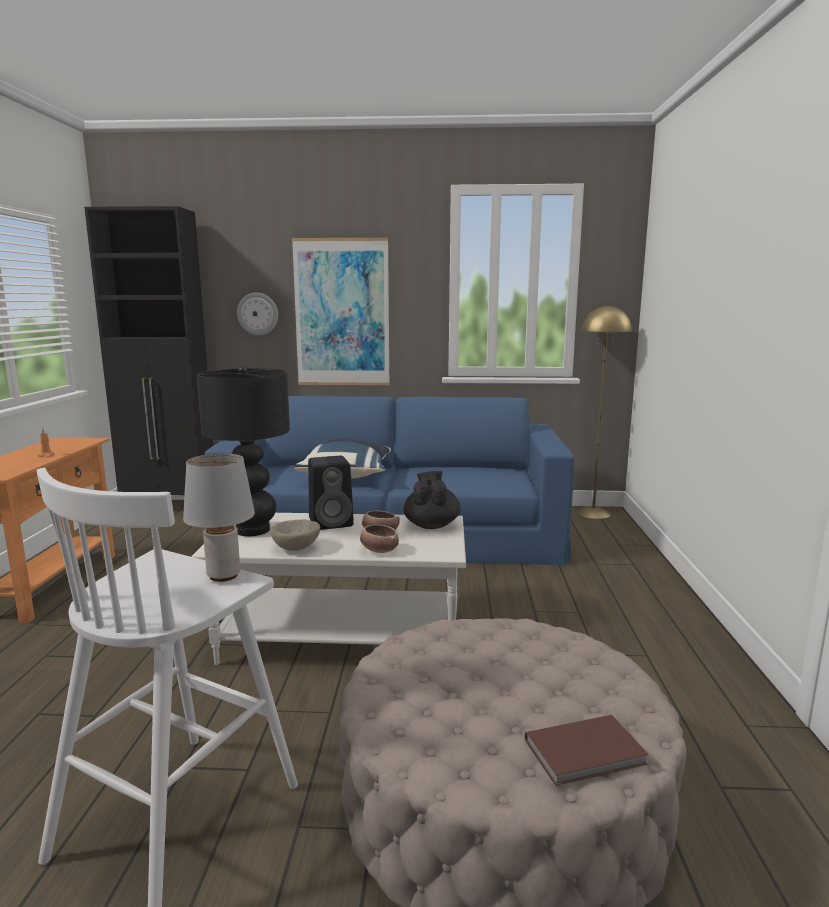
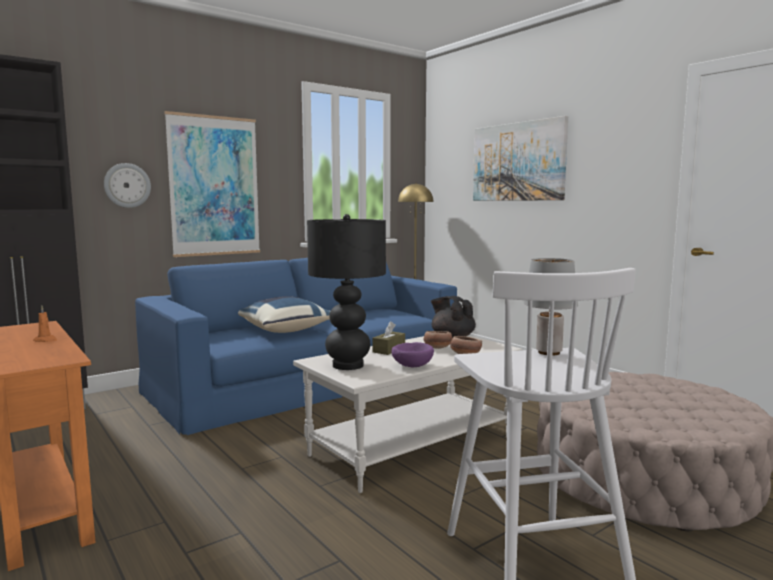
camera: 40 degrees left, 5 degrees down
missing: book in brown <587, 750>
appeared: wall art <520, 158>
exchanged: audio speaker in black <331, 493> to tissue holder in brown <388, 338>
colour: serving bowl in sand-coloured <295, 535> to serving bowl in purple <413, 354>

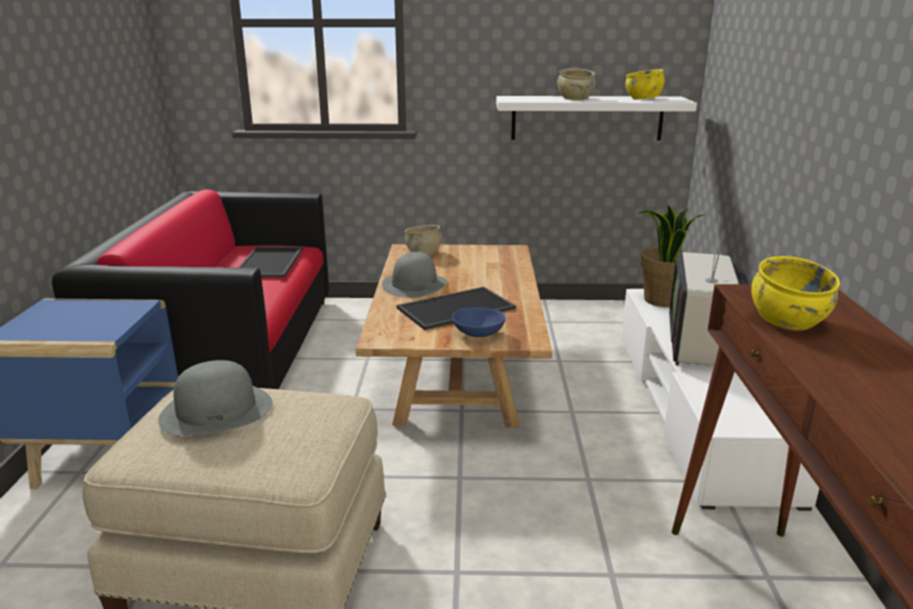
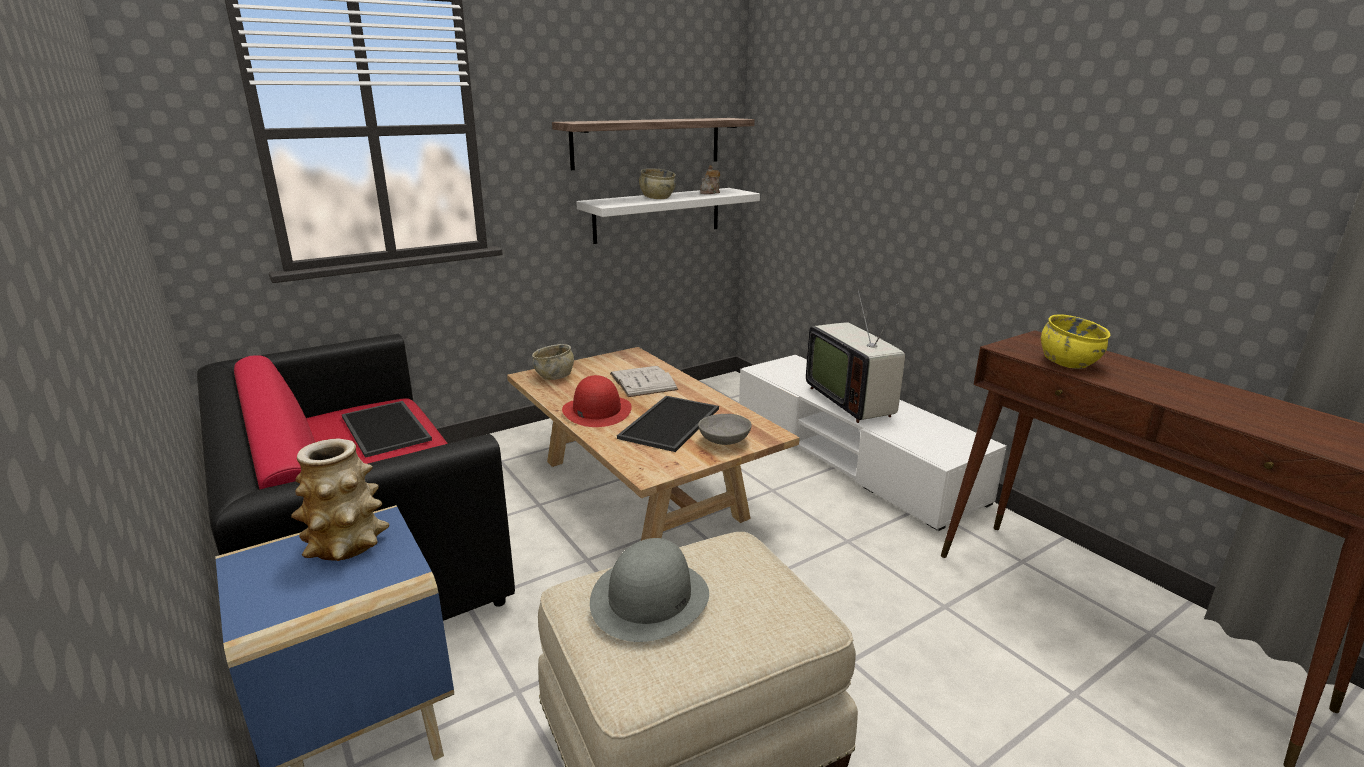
camera: 35 degrees left, 0 degrees up
missing: potted plant <672, 256>
appeared: shelf <653, 144>; book in white <644, 381>; decorative vase <340, 499>
exchanged: serving bowl in yellow <645, 84> to tea pot <710, 179>
colour: hat in grey <414, 275> to hat in red-coloured <597, 401>; serving bowl in blue <479, 322> to serving bowl in grey <725, 429>

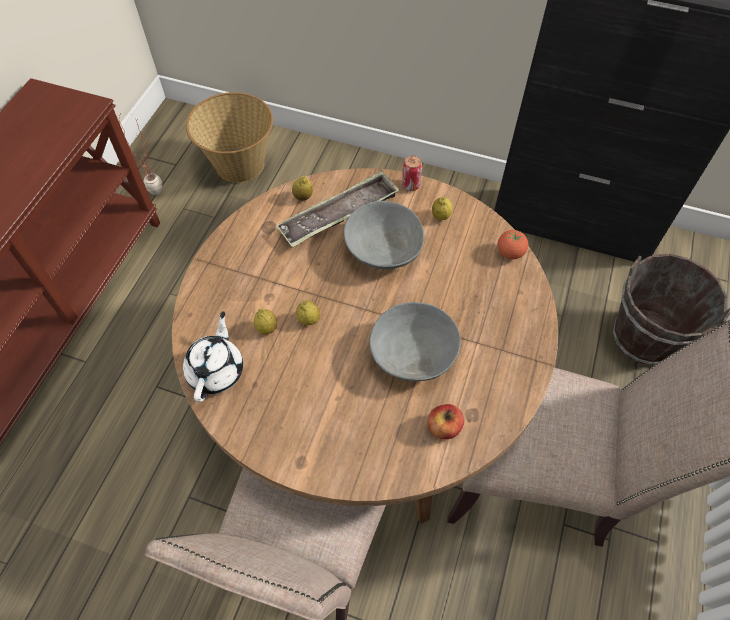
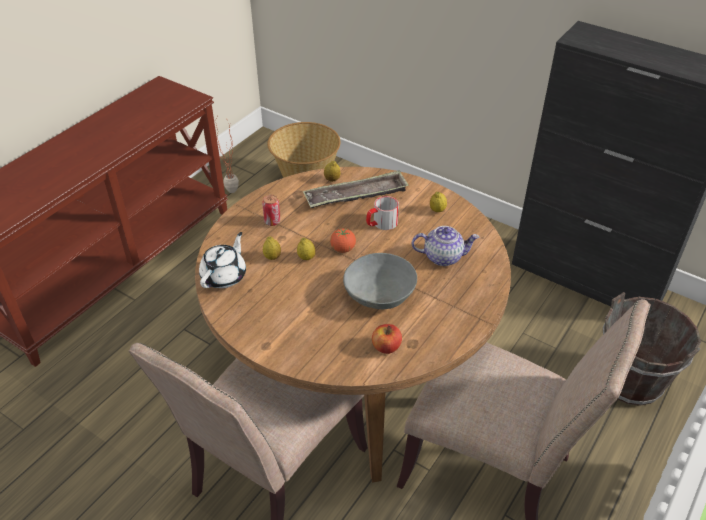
camera: 15 degrees right, 15 degrees down
appeared: tea pot <445, 246>
relocated: can <412, 173> to <271, 210>; whole tomato <512, 244> to <343, 241>
exchanged: serving bowl in grey <384, 235> to tea mug <382, 213>

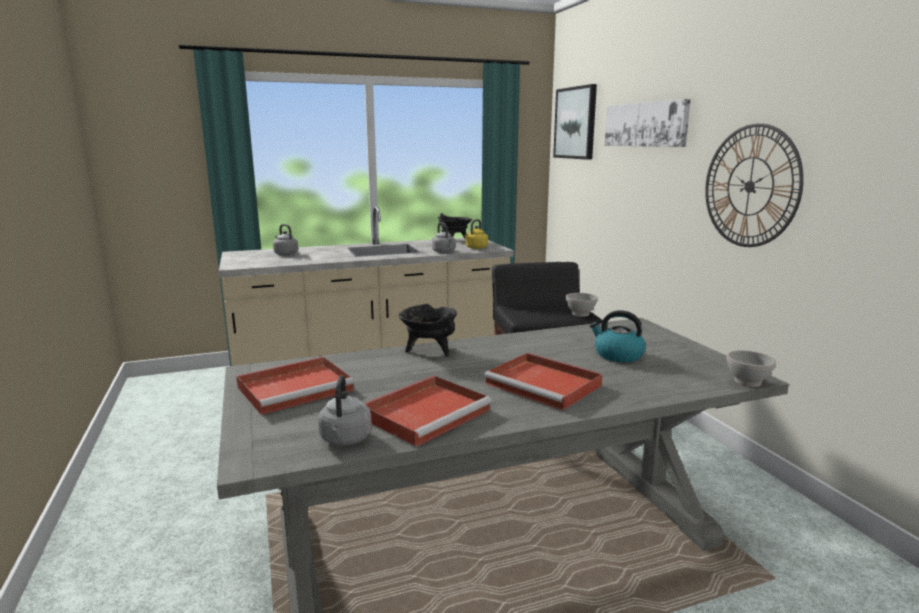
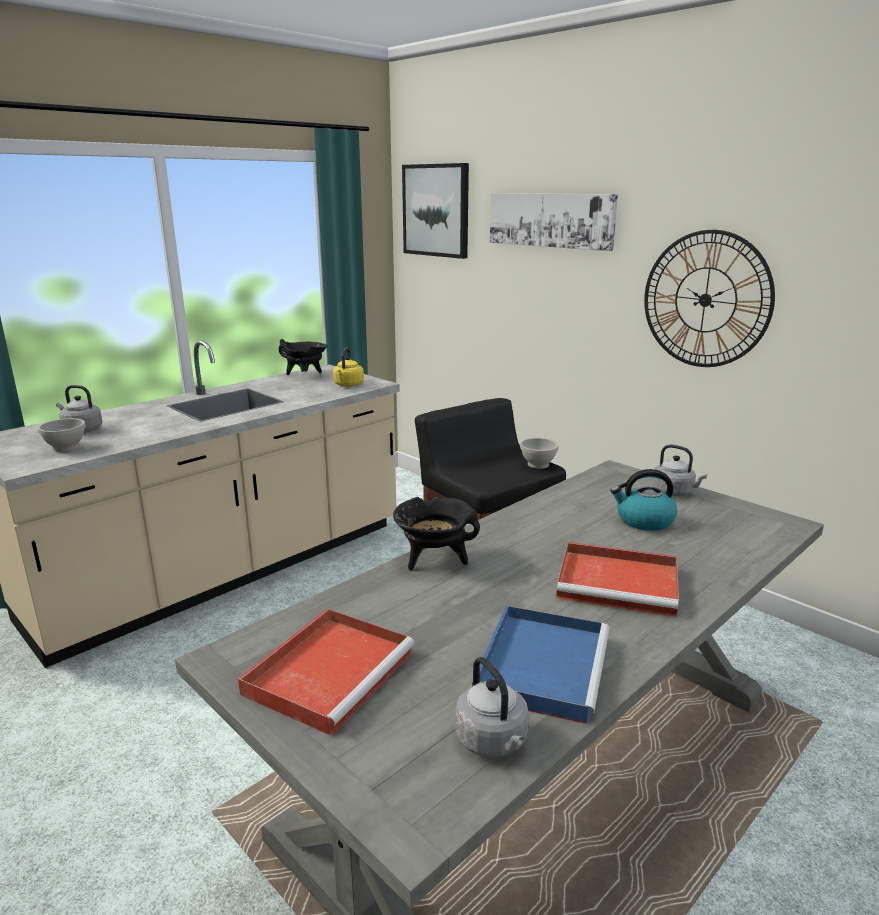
camera: 25 degrees left, 5 degrees up
relocated: water kettle in grey <443, 237> to <679, 470>; serving bowl in white <751, 368> to <62, 435>
colour: tray in red-coloured <428, 411> to tray in blue <541, 665>

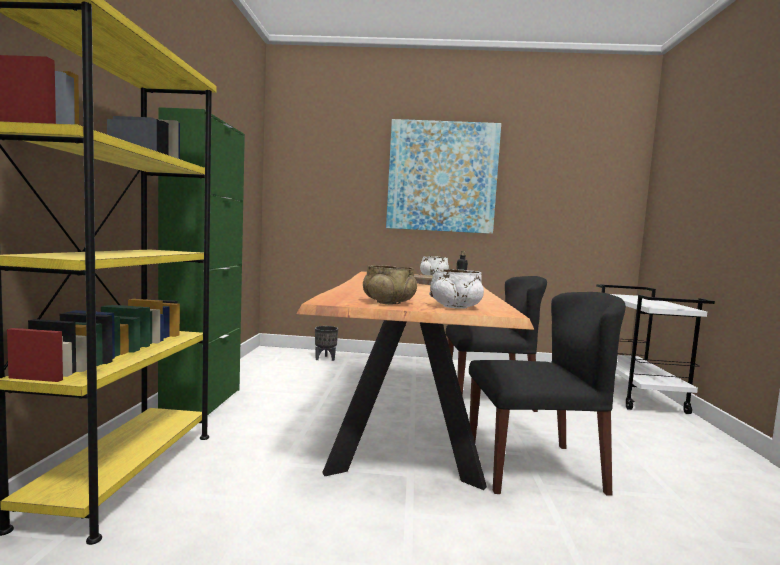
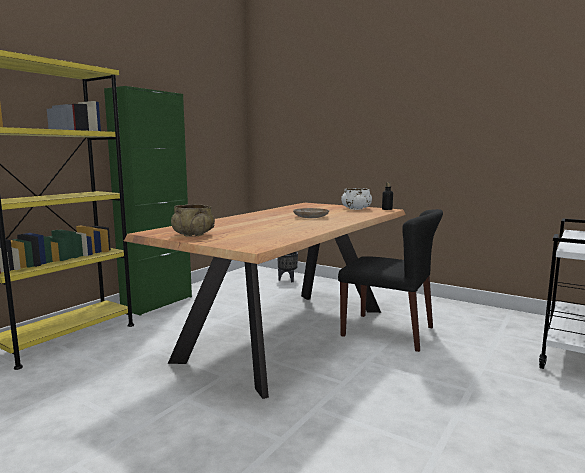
camera: 30 degrees right, 5 degrees up
missing: wall art <443, 176>; serving bowl in white <456, 289>; plain chair in black <547, 394>

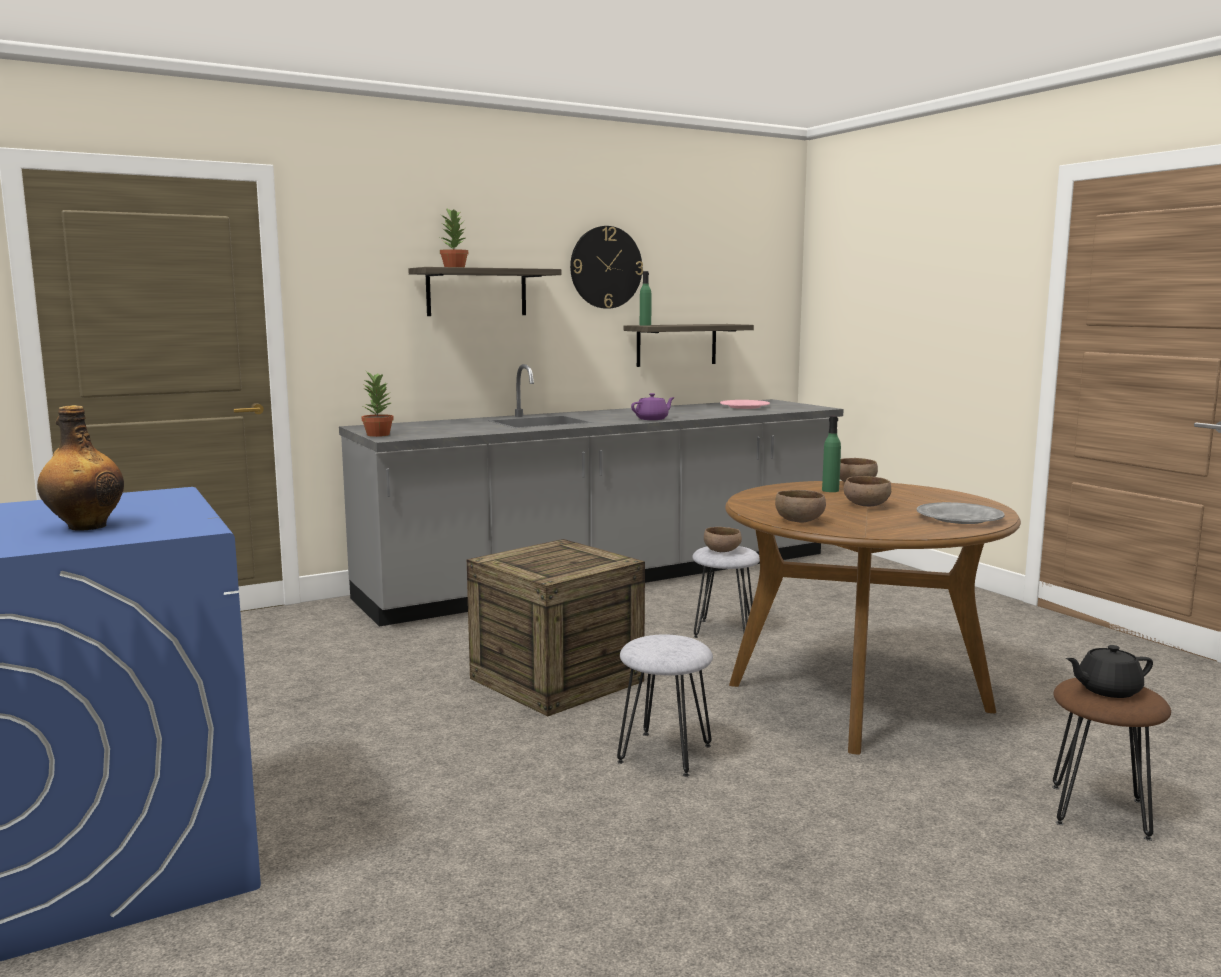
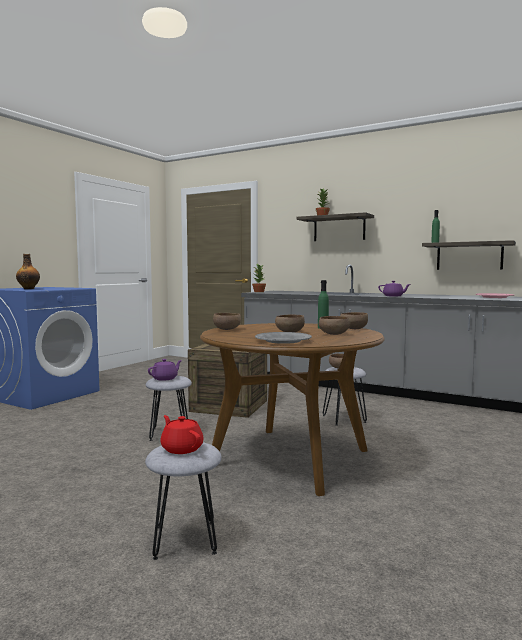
camera: 60 degrees right, 5 degrees down
missing: clock on the wall <606, 267>
appeared: serving bowl in brown <334, 325>; tea pot in purple <165, 370>
colour: tea pot in black <1109, 671> to tea pot in red-coloured <182, 434>; sitting stool in brown <1111, 759> to sitting stool in grey <183, 501>

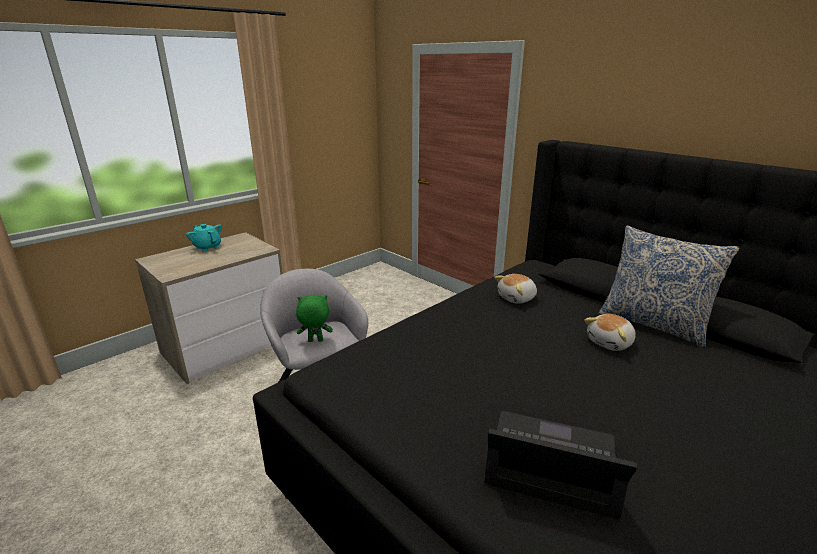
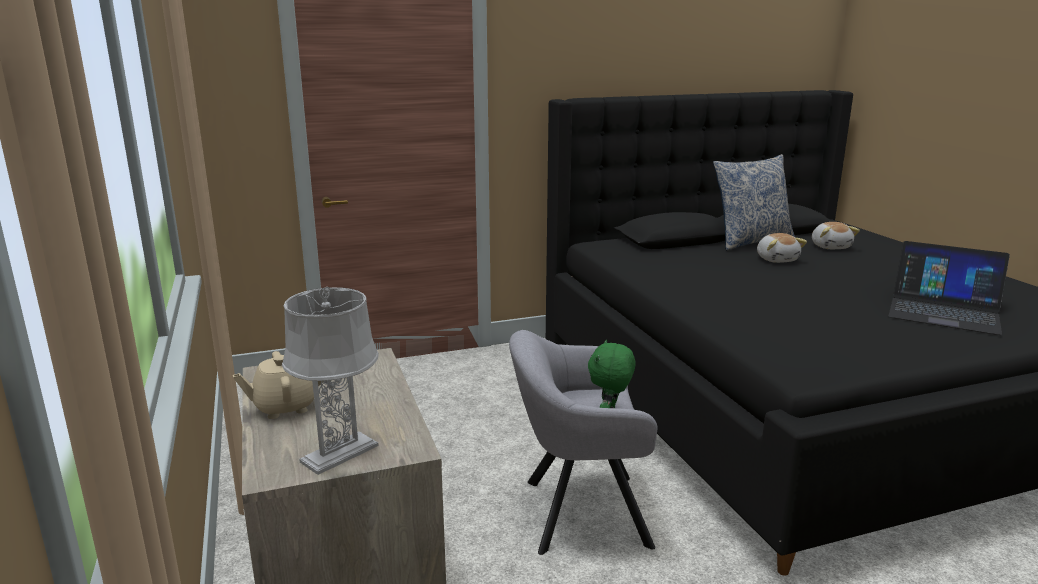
camera: 65 degrees left, 5 degrees down
appeared: tabletop lamp in grey <330, 381>
relocated: soft toy <515, 289> to <836, 235>
colour: tea pot in turquoise <204, 238> to tea pot in sand-coloured <278, 385>
spun: laptop <560, 465> = <949, 288> 105 degrees counterclockwise

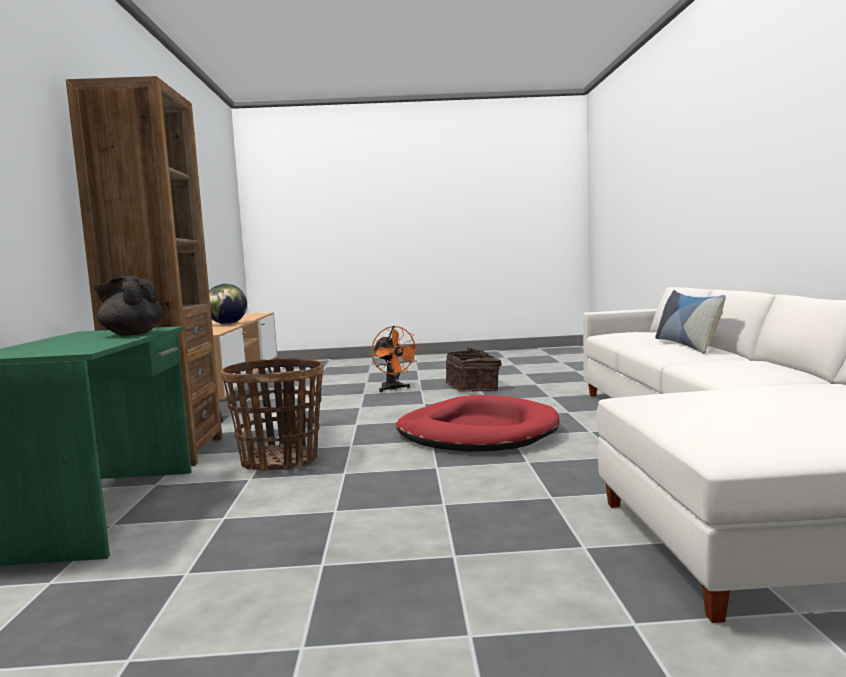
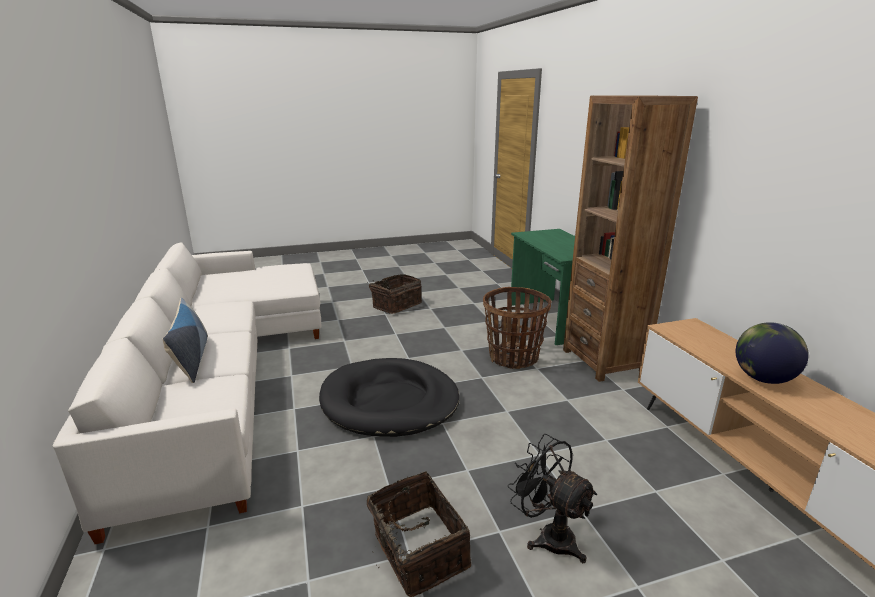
camera: 165 degrees right, 15 degrees up
missing: tea pot in black <128, 306>
appeared: household basket <395, 294>
colour: cooling fan in orangey <395, 359> to cooling fan in black <552, 498>; dog cushion in red-coloured <477, 423> to dog cushion in black <389, 397>

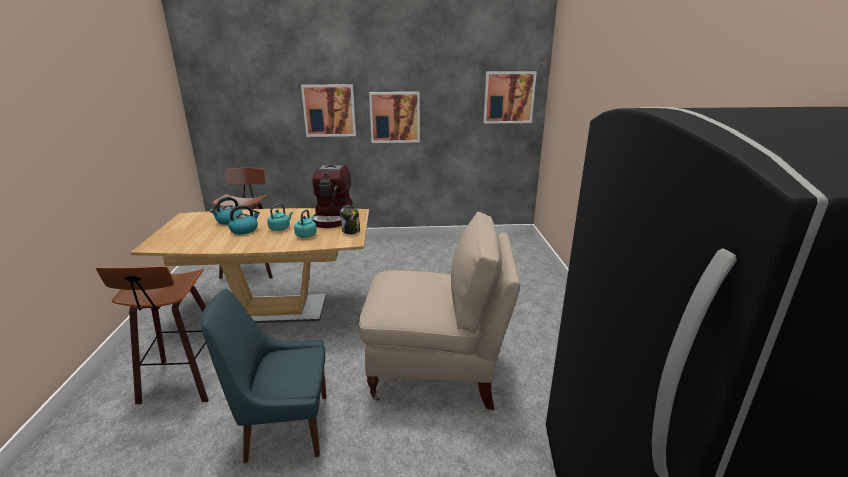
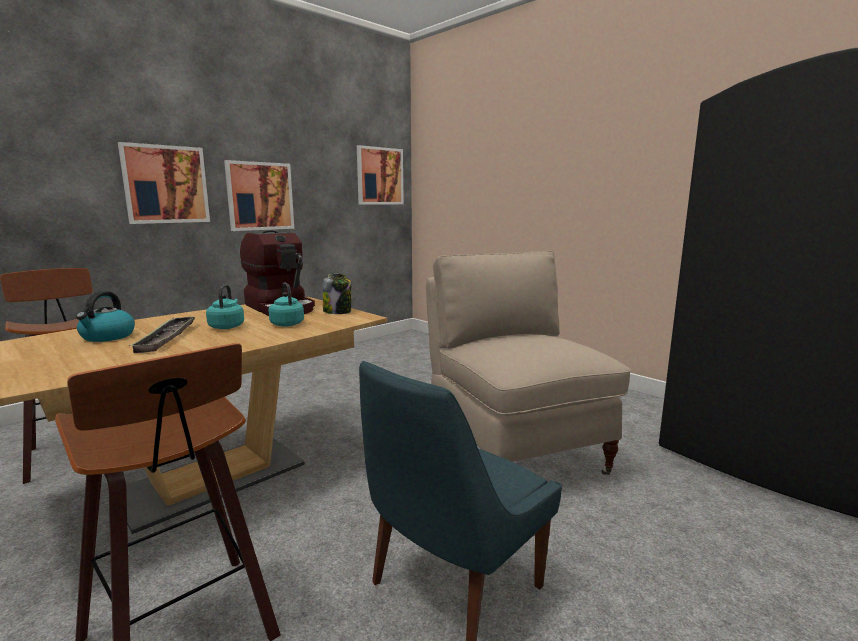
camera: 40 degrees left, 10 degrees down
exchanged: water kettle <244, 219> to tray <162, 334>
spun: plain chair in sand-coloured <439, 311> = <528, 363> 75 degrees counterclockwise

